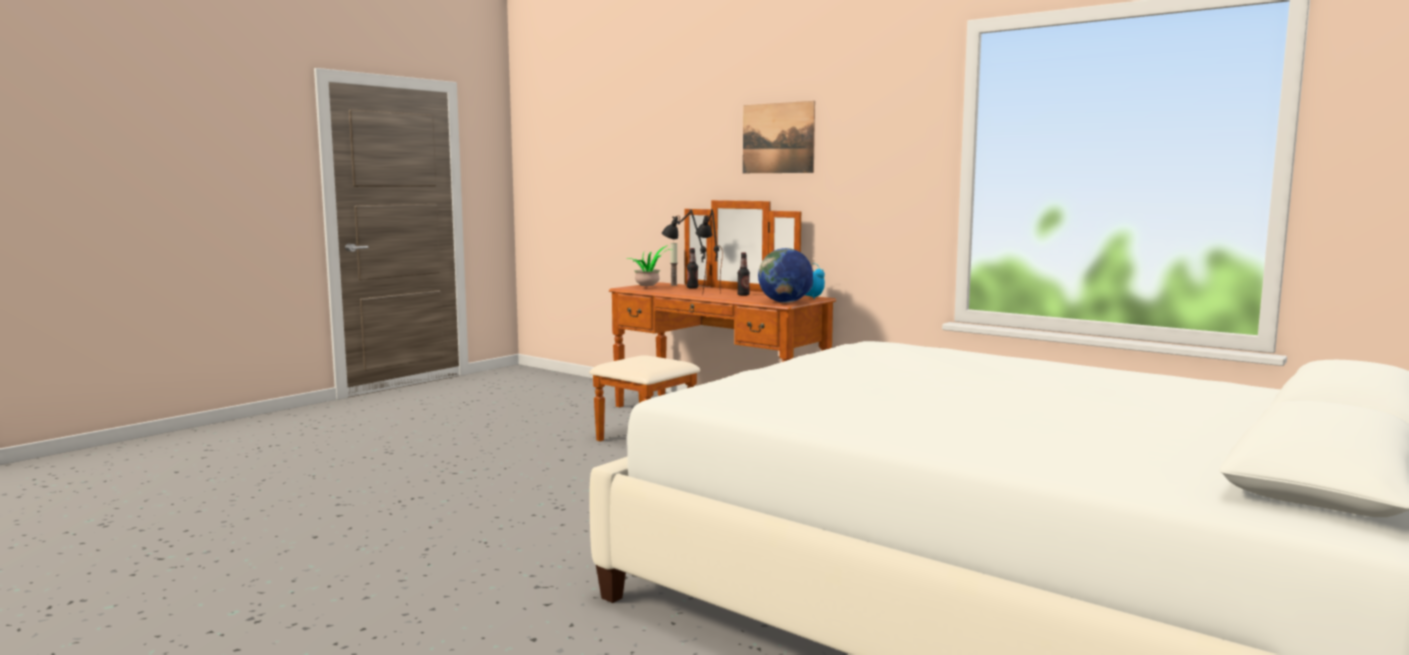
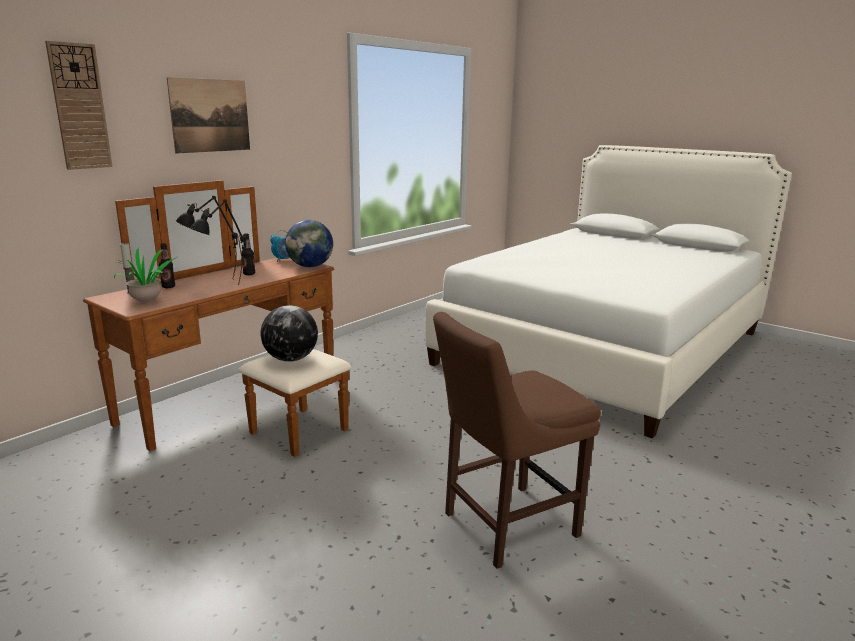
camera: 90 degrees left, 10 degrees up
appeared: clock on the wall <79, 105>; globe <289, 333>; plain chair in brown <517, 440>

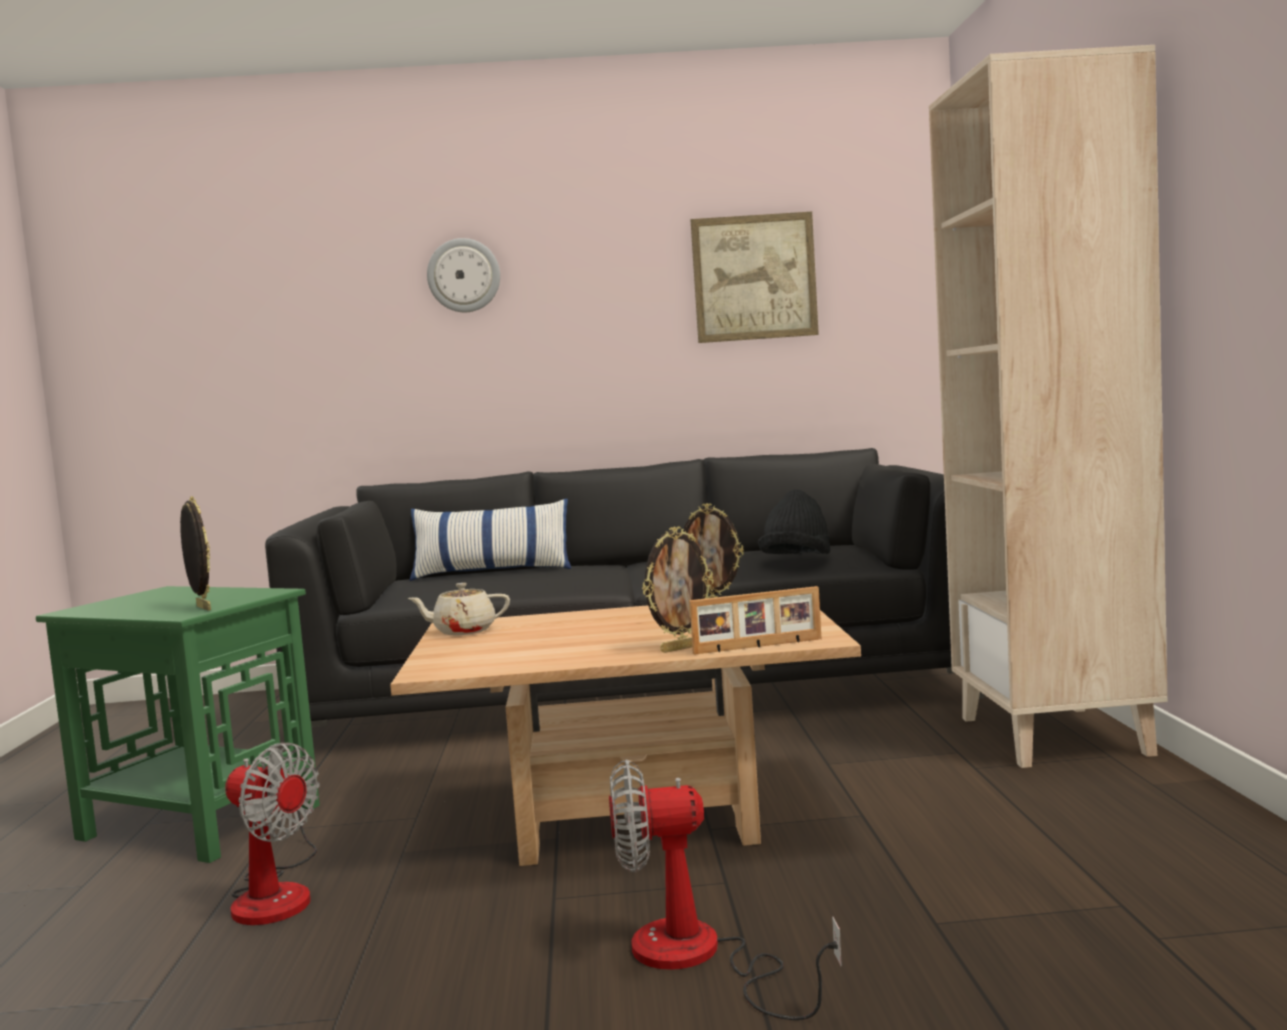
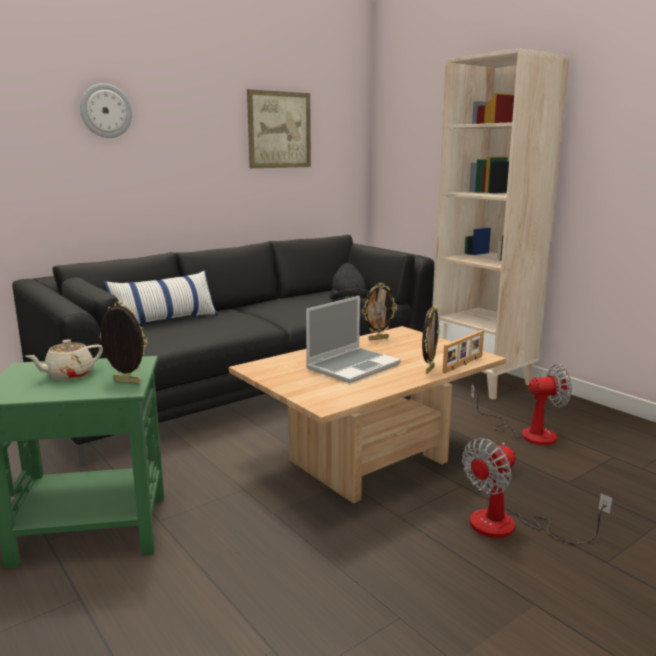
camera: 35 degrees left, 10 degrees up
appeared: laptop <353, 339>
relocated: tea pot in sand-coloured <459, 609> to <64, 359>; cooling fan <272, 834> to <521, 405>

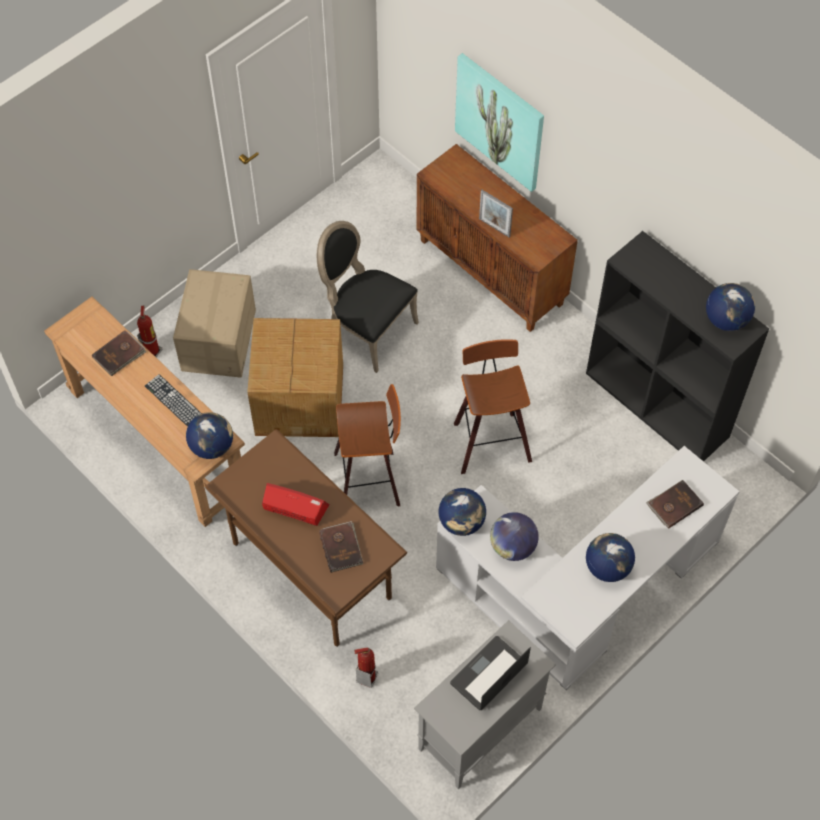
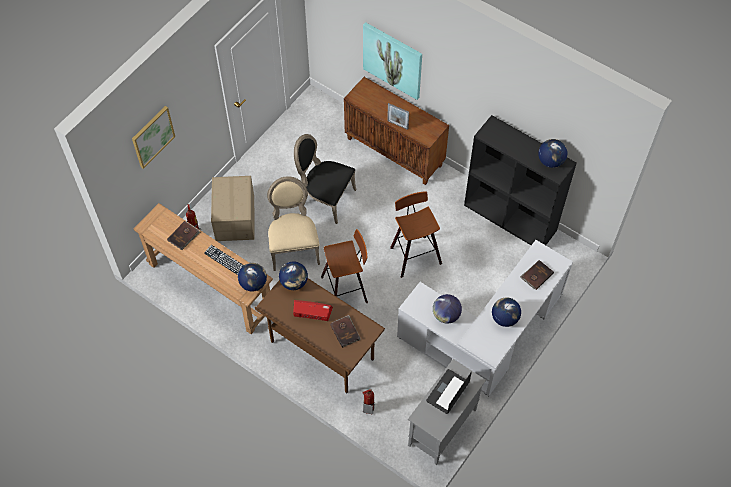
camera: 10 degrees left, 0 degrees up
appeared: wall art <153, 137>
relocated: globe <462, 512> to <293, 275>
exchanged: cardboard box <295, 377> to plain chair in sand-coloured <293, 223>

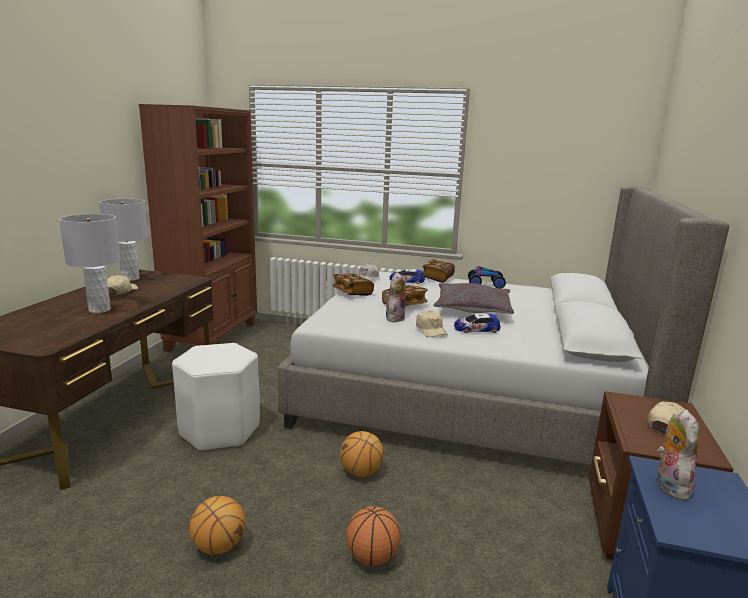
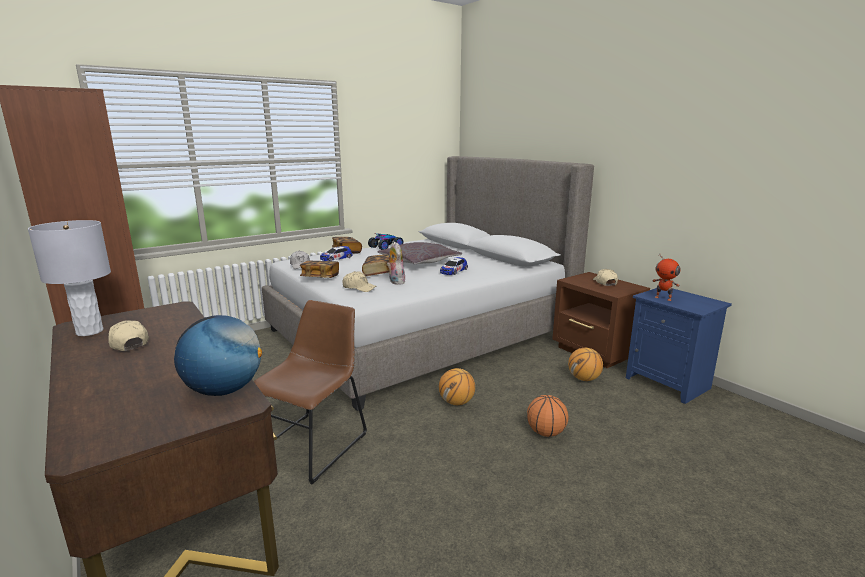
camera: 50 degrees left, 0 degrees up
missing: tabletop lamp in grey <89, 263>
appeared: globe <218, 355>
relocated: cap in sand-coloured <432, 323> to <359, 281>; ball for basketball <217, 525> to <585, 364>
exchanged: sitting stool in white <216, 397> to plain chair in brown <310, 392>; soft toy <678, 455> to robot figure <666, 277>

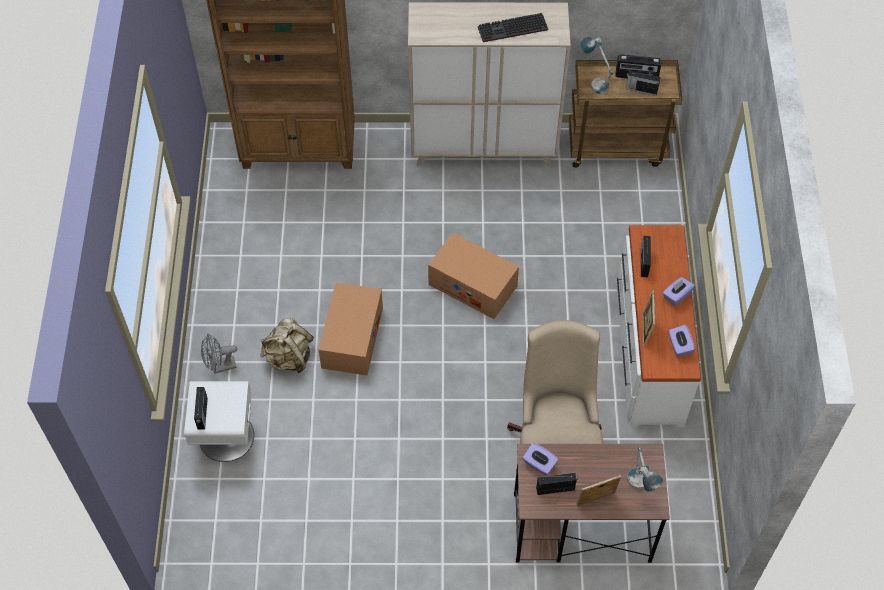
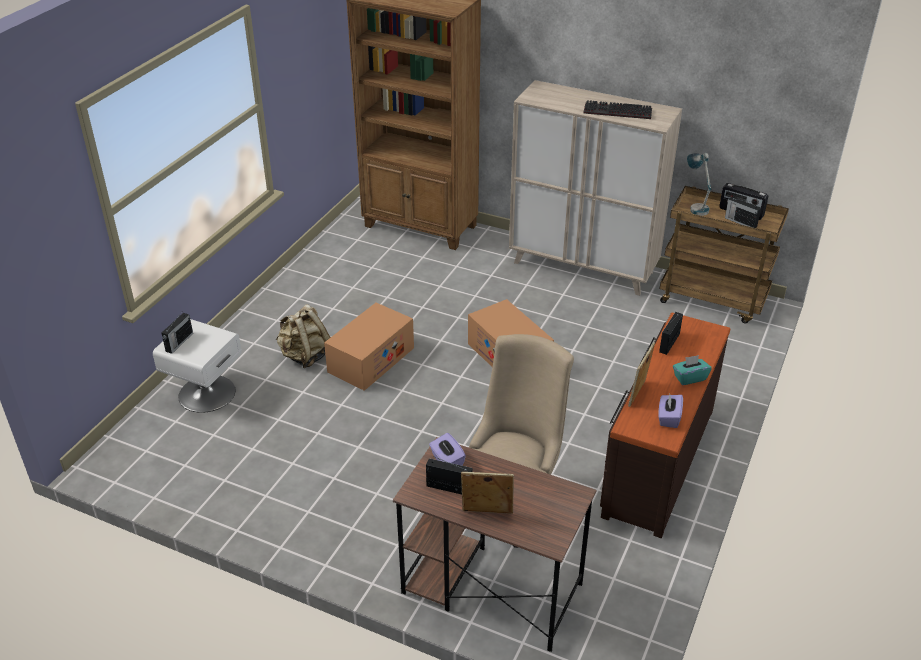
camera: 25 degrees right, 20 degrees down
missing: cooling fan in grey <219, 354>; tabletop lamp <645, 469>
colour: dresser in white <659, 326> to dresser in brown <665, 425>; tissue holder in purple <679, 292> to tissue holder in turquoise <692, 370>

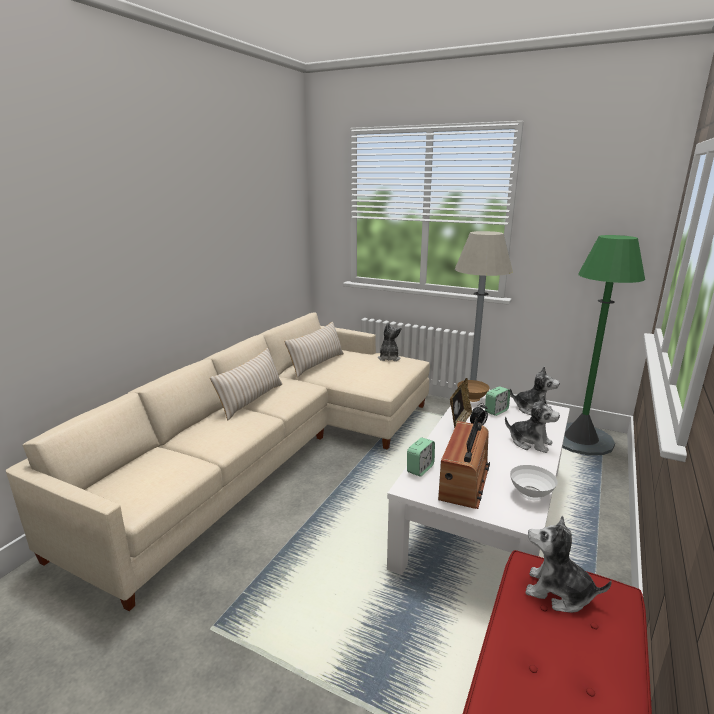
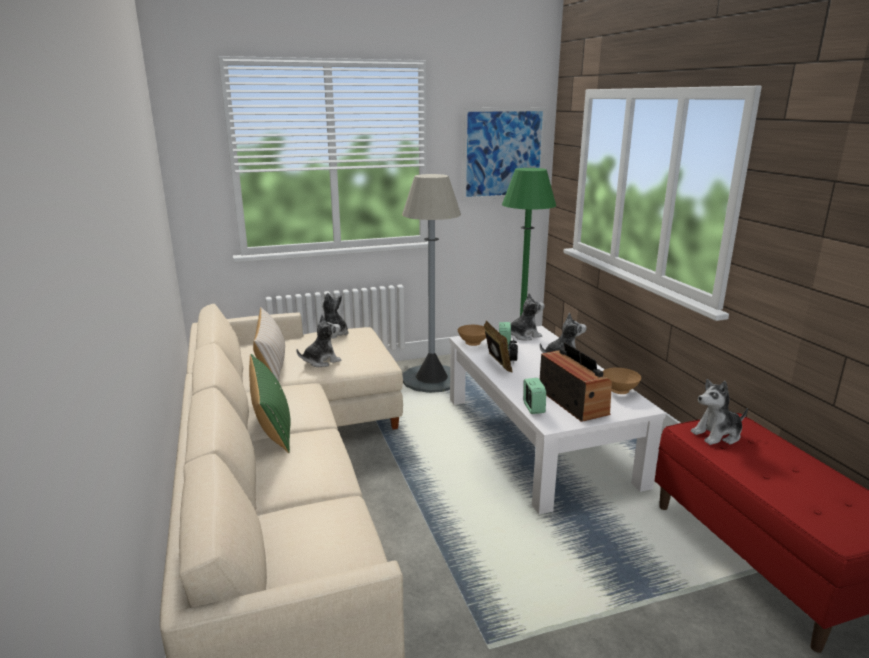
camera: 45 degrees left, 0 degrees up
appeared: wall art <504, 154>; soft toy <318, 341>
colour: pillow in sand-coloured <246, 384> to pillow in green <270, 403>; serving bowl in white <534, 482> to serving bowl in brown <622, 380>

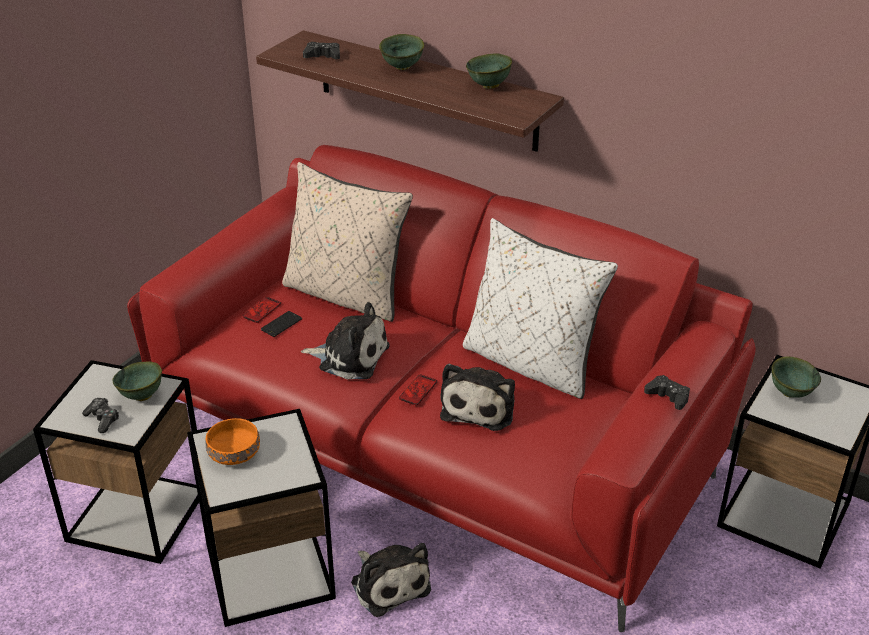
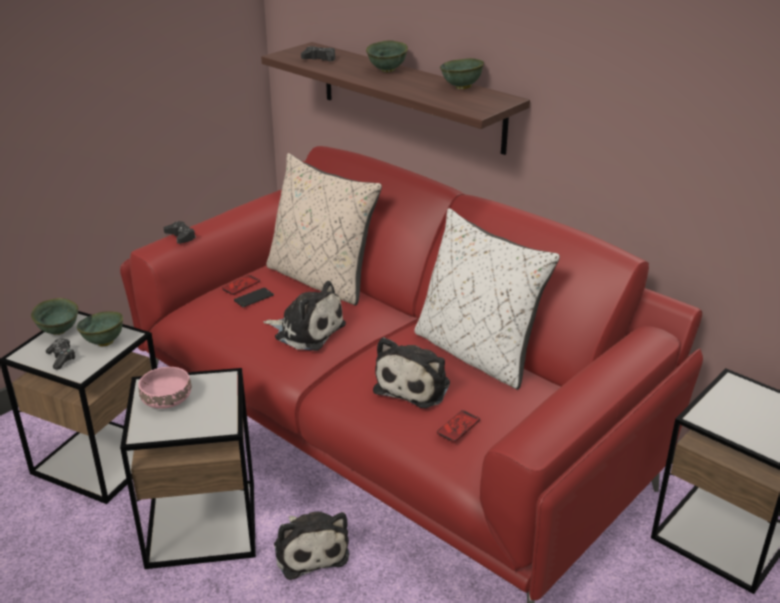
camera: 10 degrees right, 5 degrees down
relocated: serving bowl in green <796, 377> to <54, 316>; phone <418, 389> to <458, 426>; game controller in black <667, 392> to <180, 232>
colour: serving bowl in orangey <233, 441> to serving bowl in pink <164, 388>

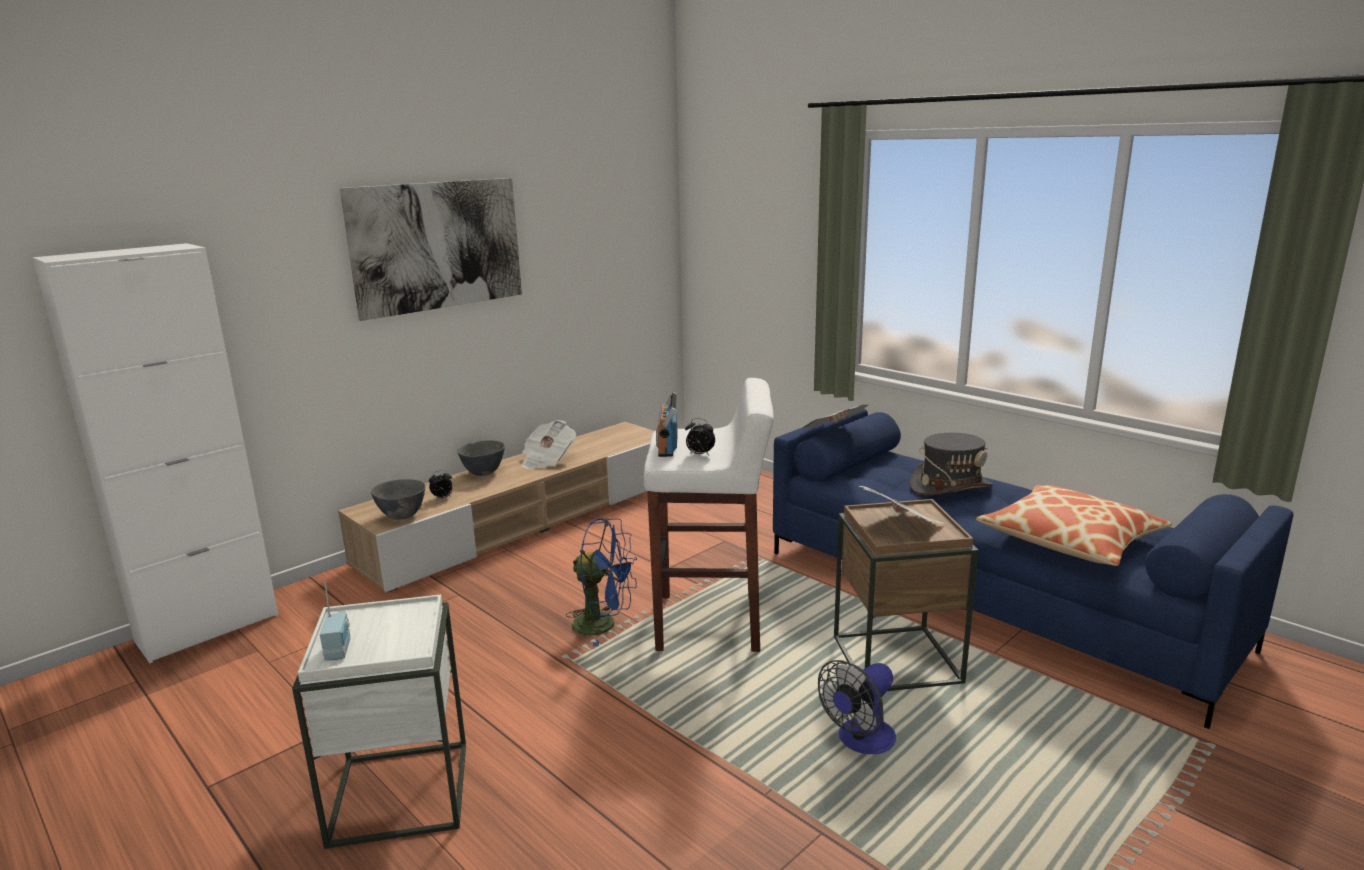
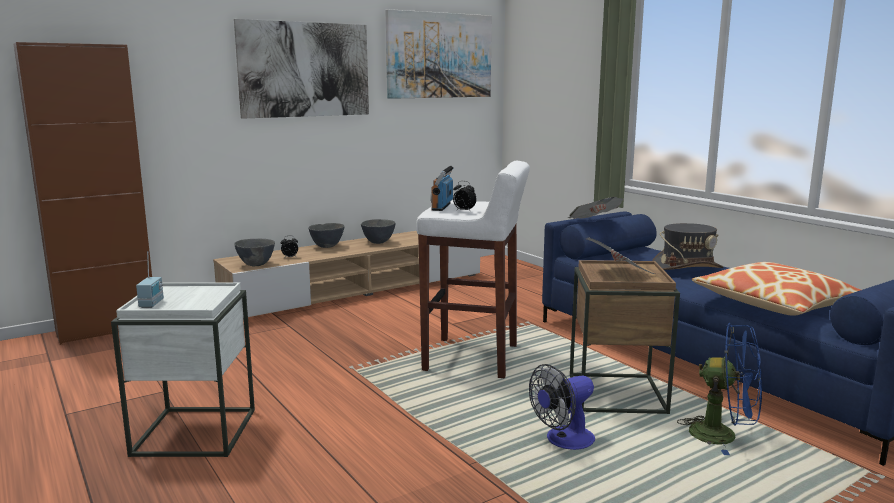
camera: 10 degrees right, 5 degrees down
appeared: wall art <438, 54>
relocated: cooling fan in blue <601, 582> to <719, 389>
exchanged: newspaper <549, 444> to serving bowl in grey <378, 231>
colour: cabinet in white <156, 453> to cabinet in brown <83, 193>

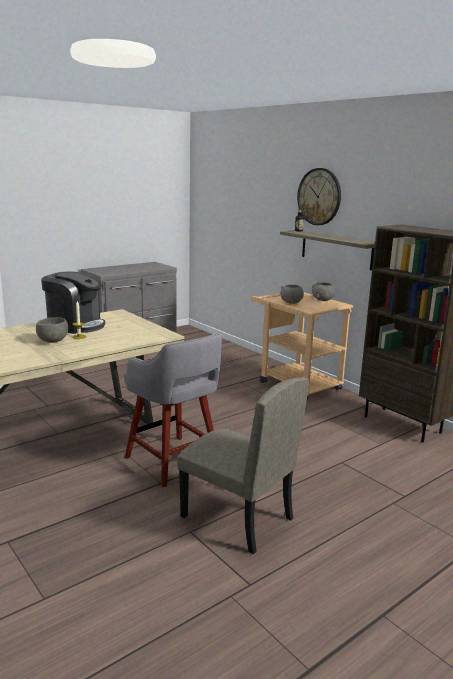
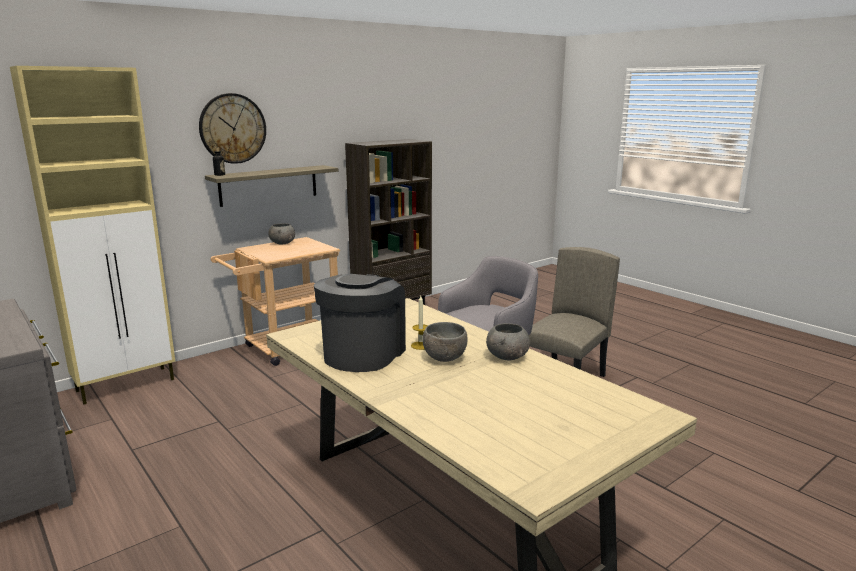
camera: 90 degrees left, 0 degrees up
appeared: cabinet in sand-coloured <93, 235>
relocated: serving bowl in grey <292, 294> to <508, 341>

